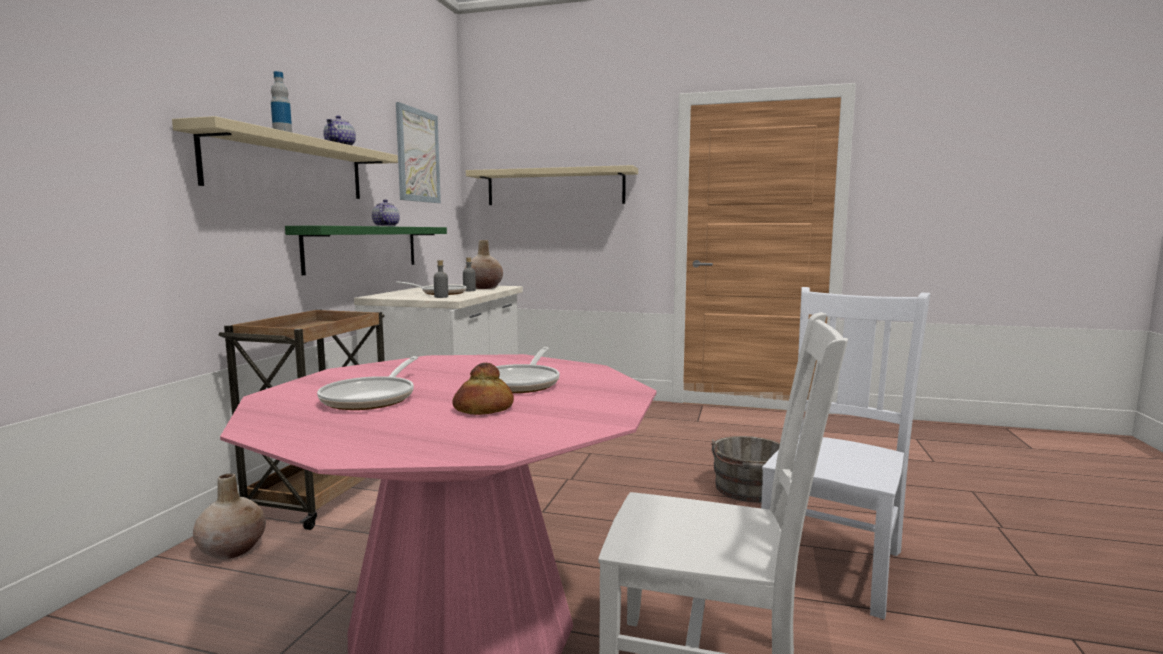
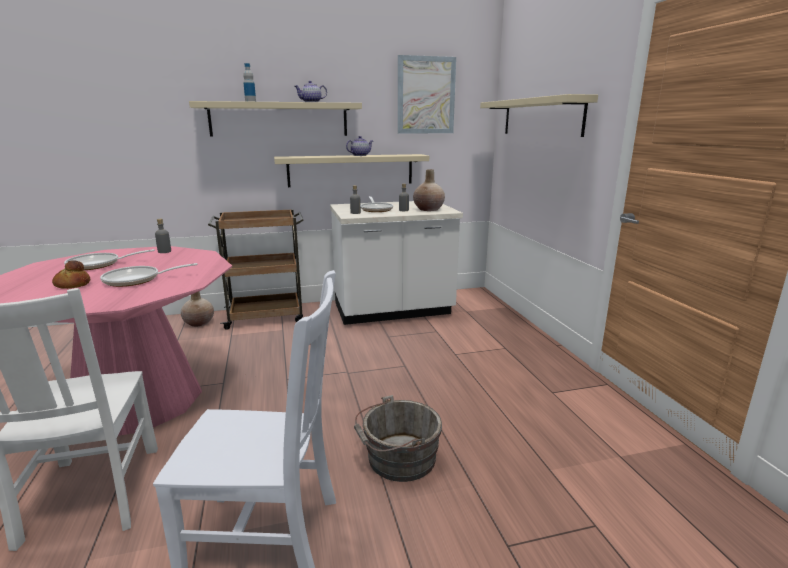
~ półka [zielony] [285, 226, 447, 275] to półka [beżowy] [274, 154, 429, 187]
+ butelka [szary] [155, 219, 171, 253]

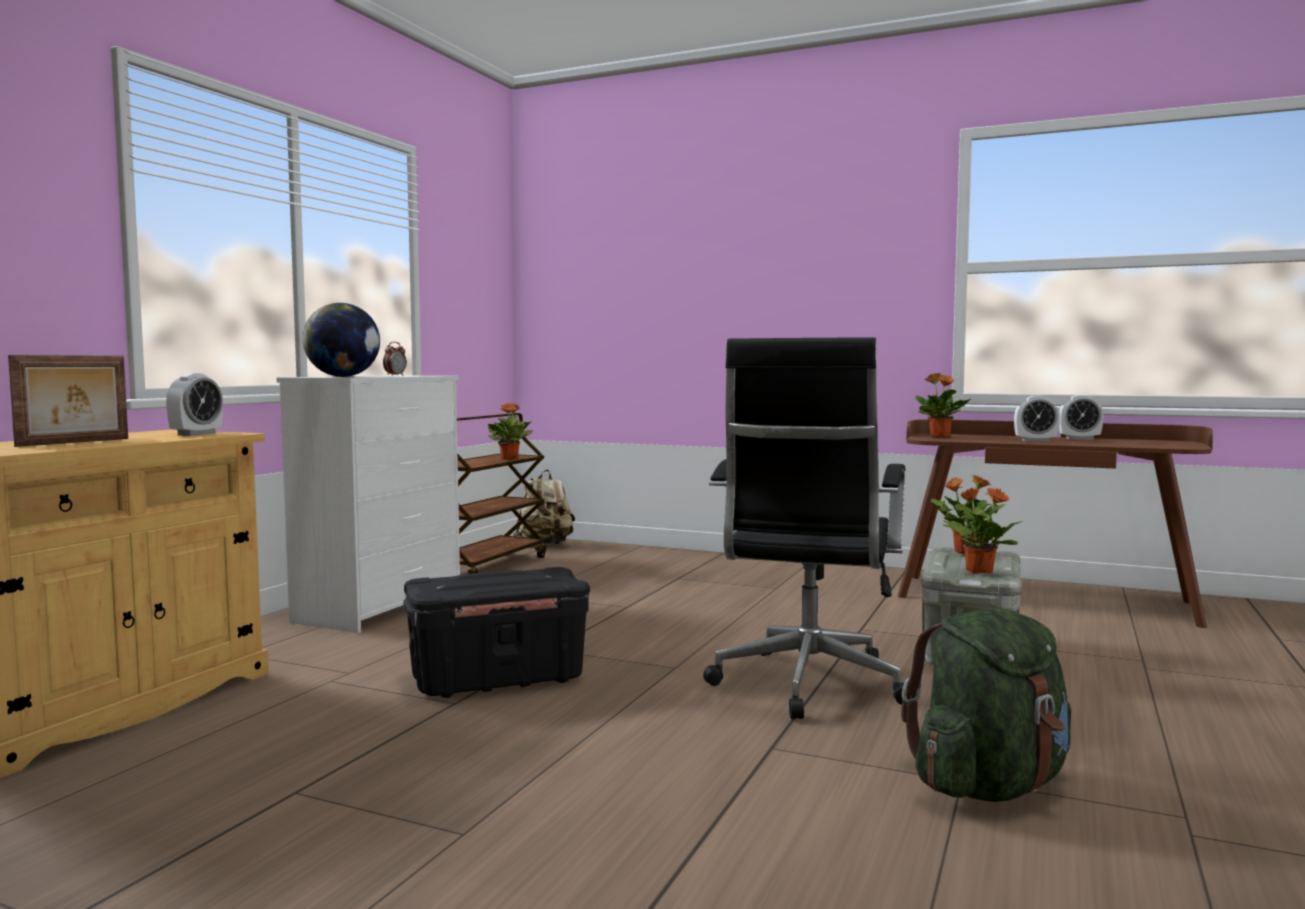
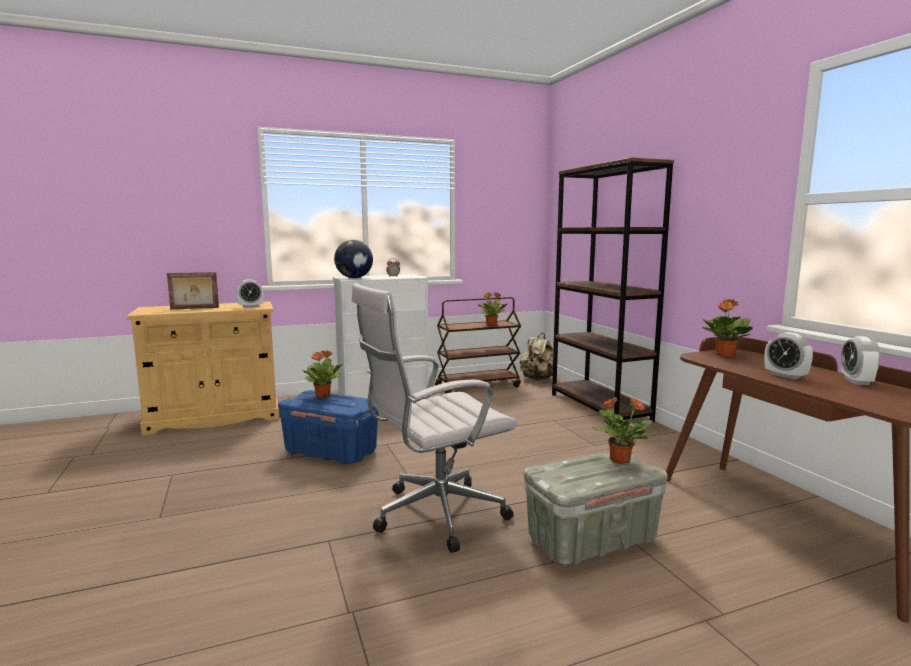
~ krzesło biurowe [czarny] [703, 337, 906, 719] to krzesło biurowe [biały] [351, 283, 517, 553]
~ budzik [1059, 395, 1104, 440] = [841, 336, 881, 385] 45 degrees clockwise
~ roślina doniczkowa [943, 487, 1022, 573] to [302, 350, 344, 398]
~ pojemnik do przechowywania [czarny] [403, 567, 590, 698] to pojemnik do przechowywania [niebieski] [278, 390, 379, 464]
- plecak [zielony] [901, 608, 1071, 802]
+ regał [brązowy] [552, 157, 674, 426]

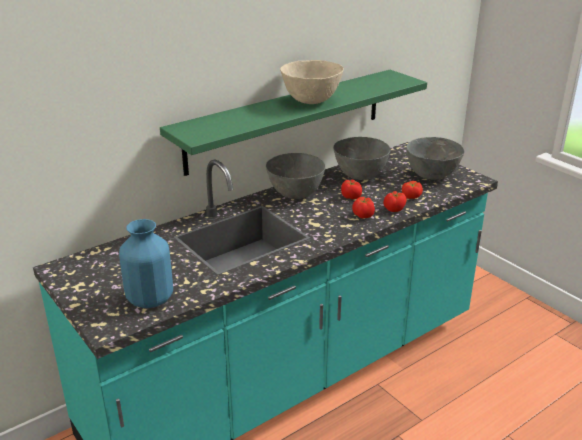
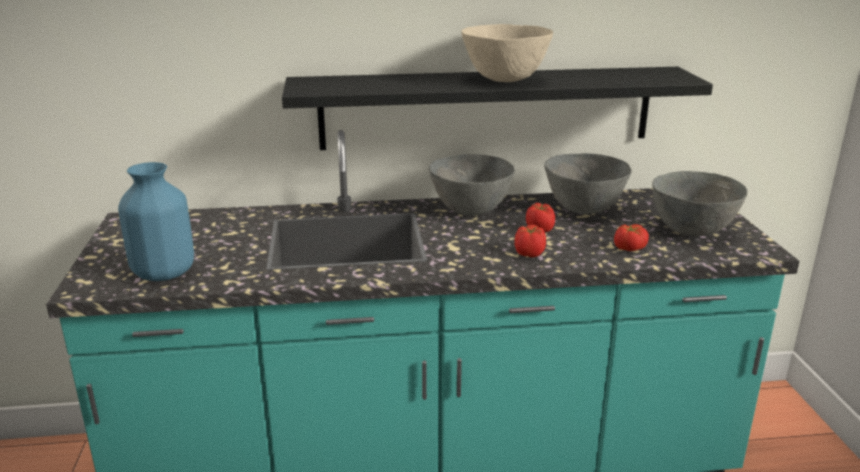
~ półka [zielony] [160, 70, 427, 176] to półka [czarny] [282, 67, 713, 150]
- pomidor [384, 191, 407, 212]

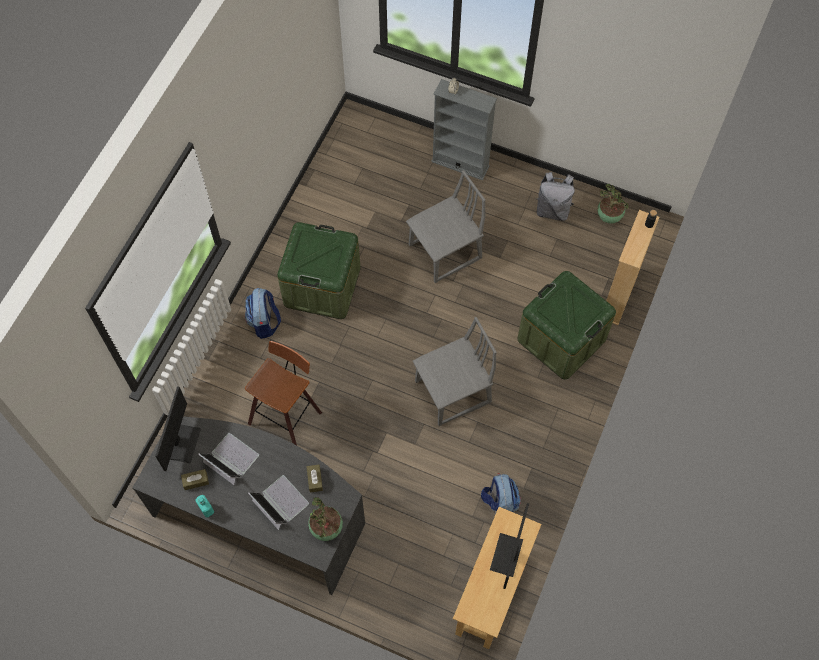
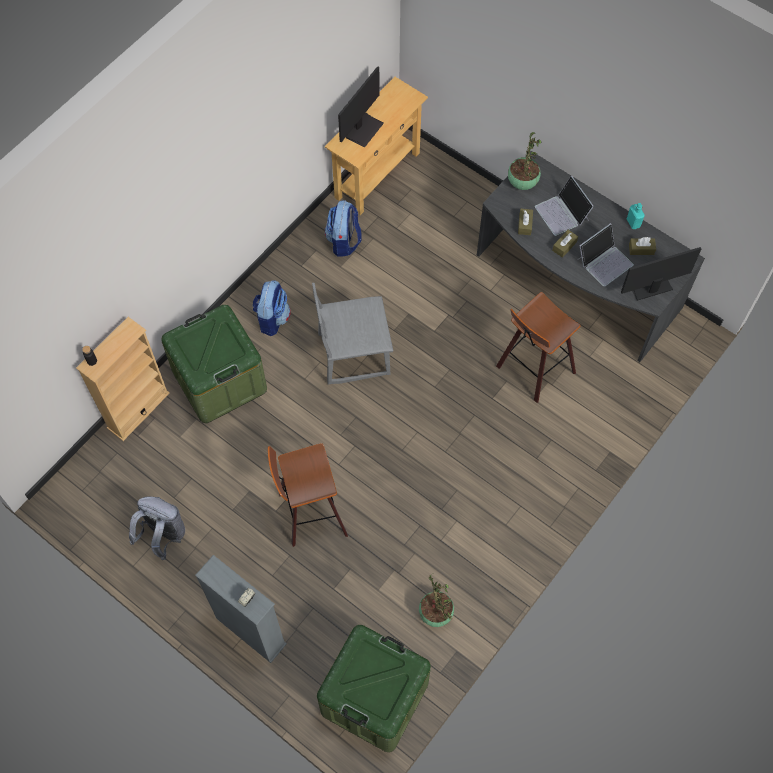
~ krzesło [szary] [406, 170, 485, 283] to stołek [268, 443, 348, 547]
~ roślina doniczkowa [597, 184, 629, 224] to [419, 573, 454, 627]
~ pojemnik do przechowywania [zielony] [277, 222, 361, 319] to [317, 625, 431, 752]
~ plecak [245, 288, 281, 339] to [253, 280, 291, 336]
~ monitor [155, 386, 201, 471] = [621, 247, 701, 301] 45 degrees clockwise
~ laptop [198, 433, 259, 485] = [577, 223, 634, 287] 90 degrees counterclockwise
+ pudełko chusteczek [brązowy] [552, 230, 578, 258]

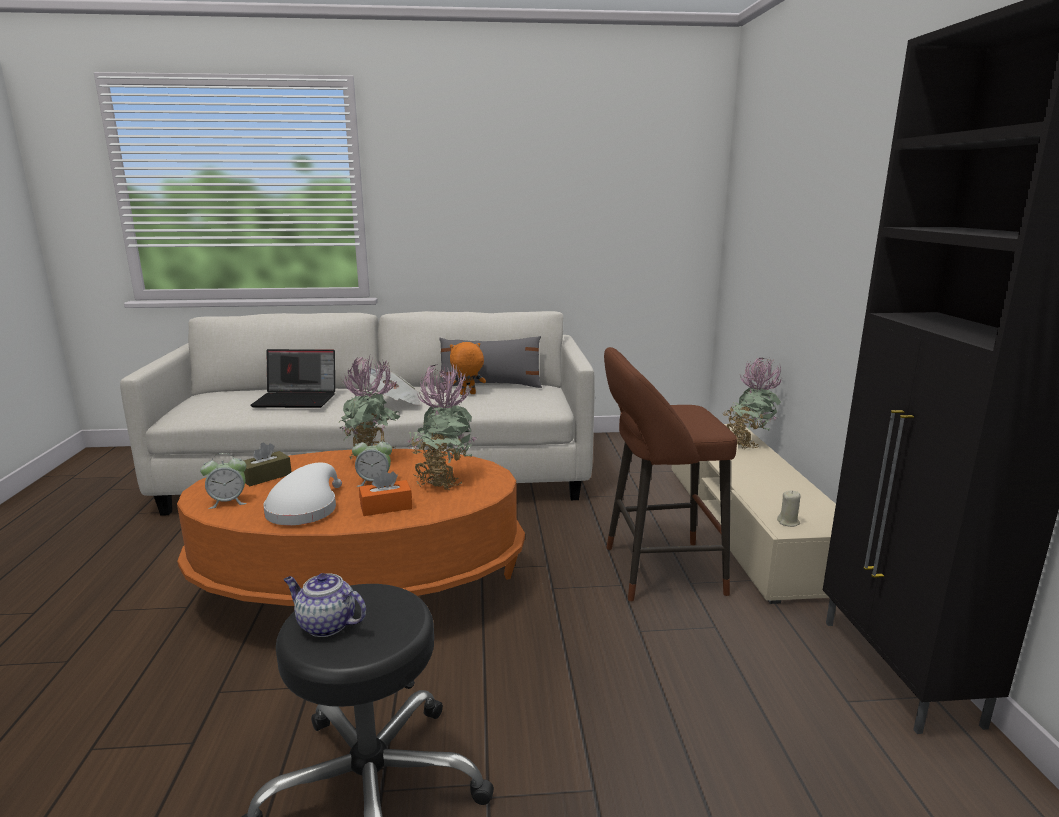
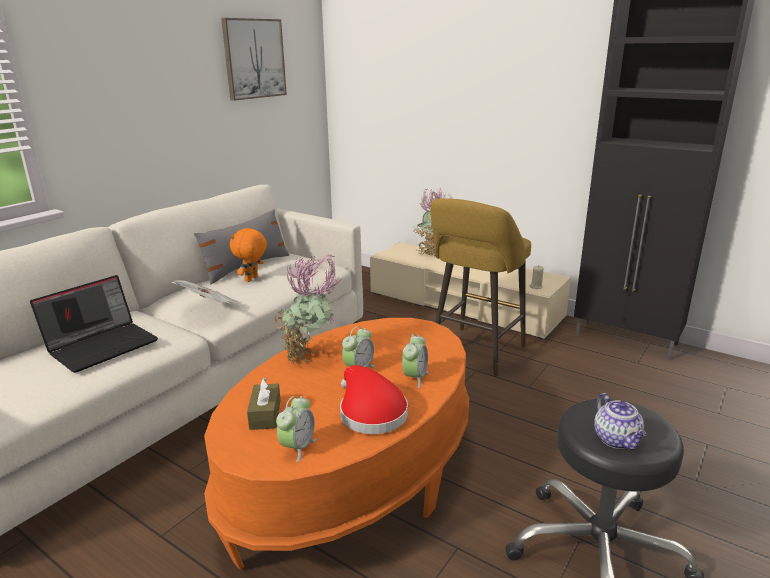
~ stołek [brązowy] [604, 347, 737, 601] to stołek [żółty] [430, 198, 531, 376]
- roślina doniczkowa [407, 363, 477, 490]
~ kapelusz [biały] [263, 463, 342, 525] to kapelusz [czerwony] [340, 365, 408, 434]
~ pudełko chusteczek [pomarańczowy] [359, 470, 412, 516] to budzik [402, 334, 428, 388]
~ imbryk [284, 573, 366, 637] = [594, 393, 647, 450] 75 degrees counterclockwise
+ obraz [221, 18, 287, 101]

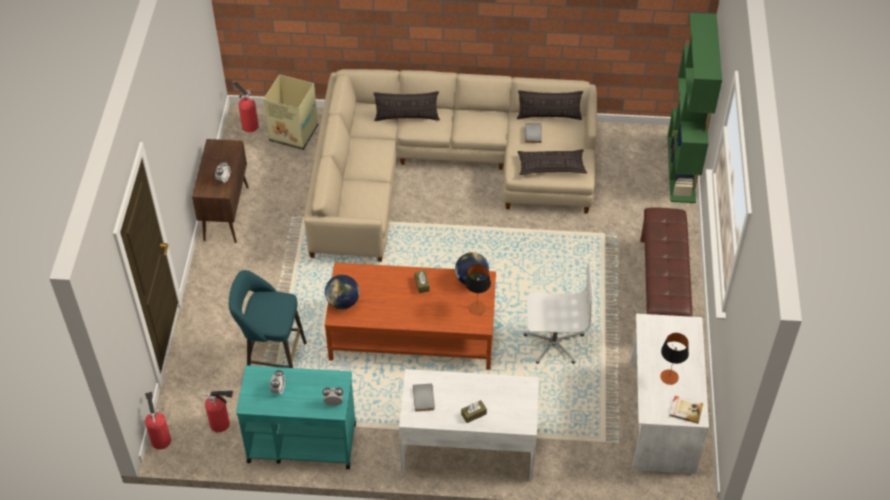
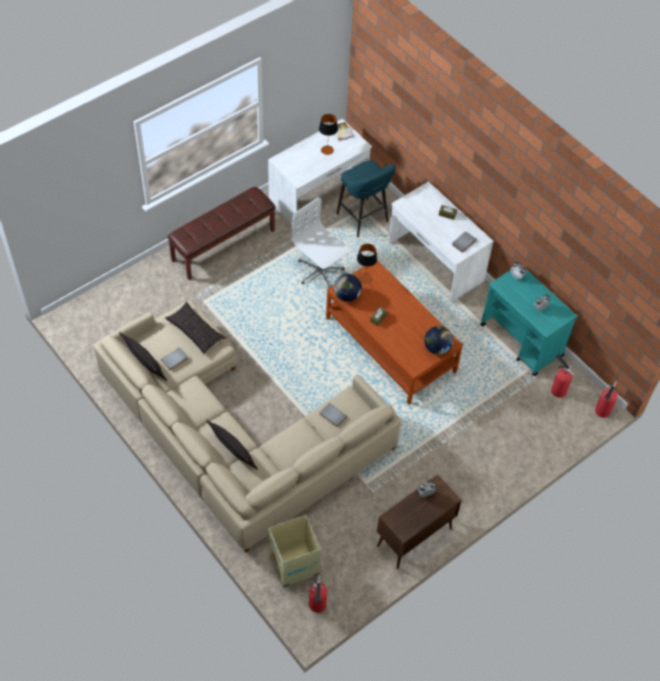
- regał [zielony] [667, 13, 722, 203]
~ stołek [turkusowy] [229, 270, 307, 368] to [337, 160, 396, 237]
+ książka [szary] [320, 403, 347, 427]

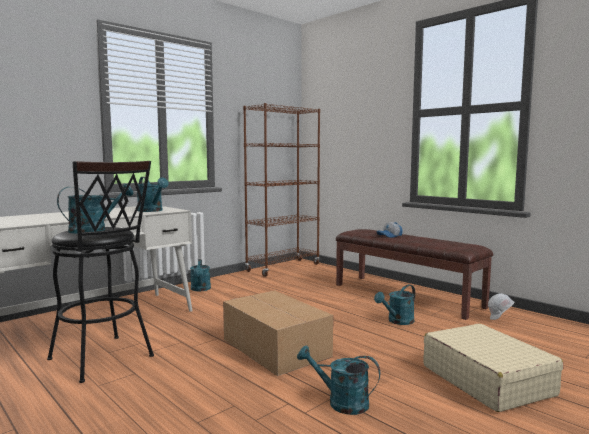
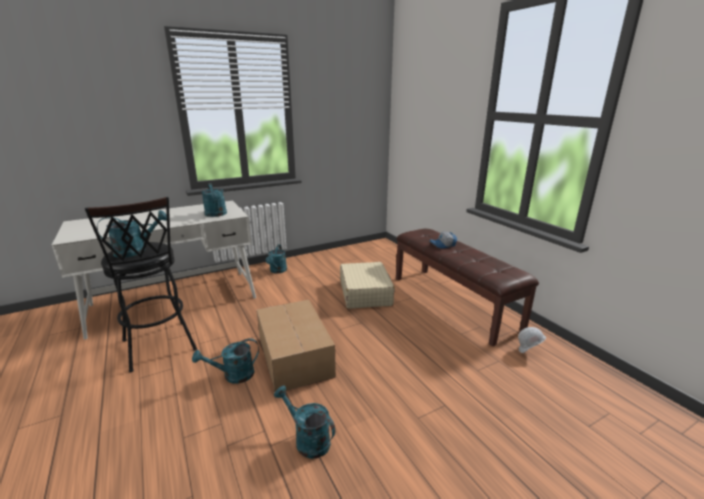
- regał [brązowy] [243, 103, 320, 277]
~ konewka [turkusowy] [374, 285, 415, 325] to [192, 338, 259, 384]
~ walizka [beżowy] [423, 324, 563, 412] to [340, 262, 395, 309]

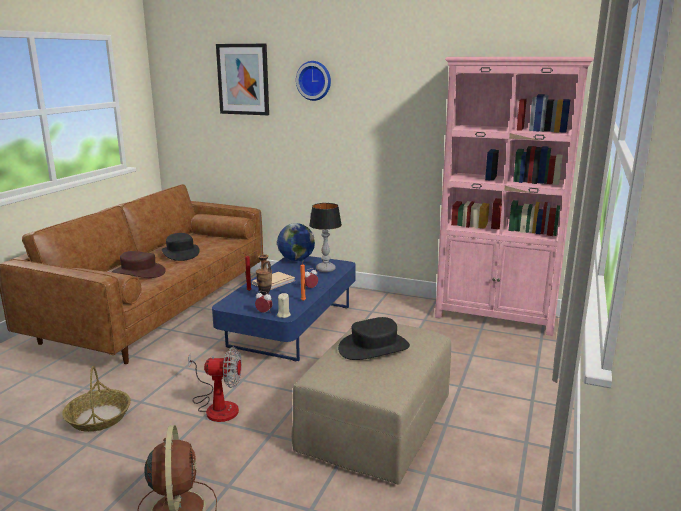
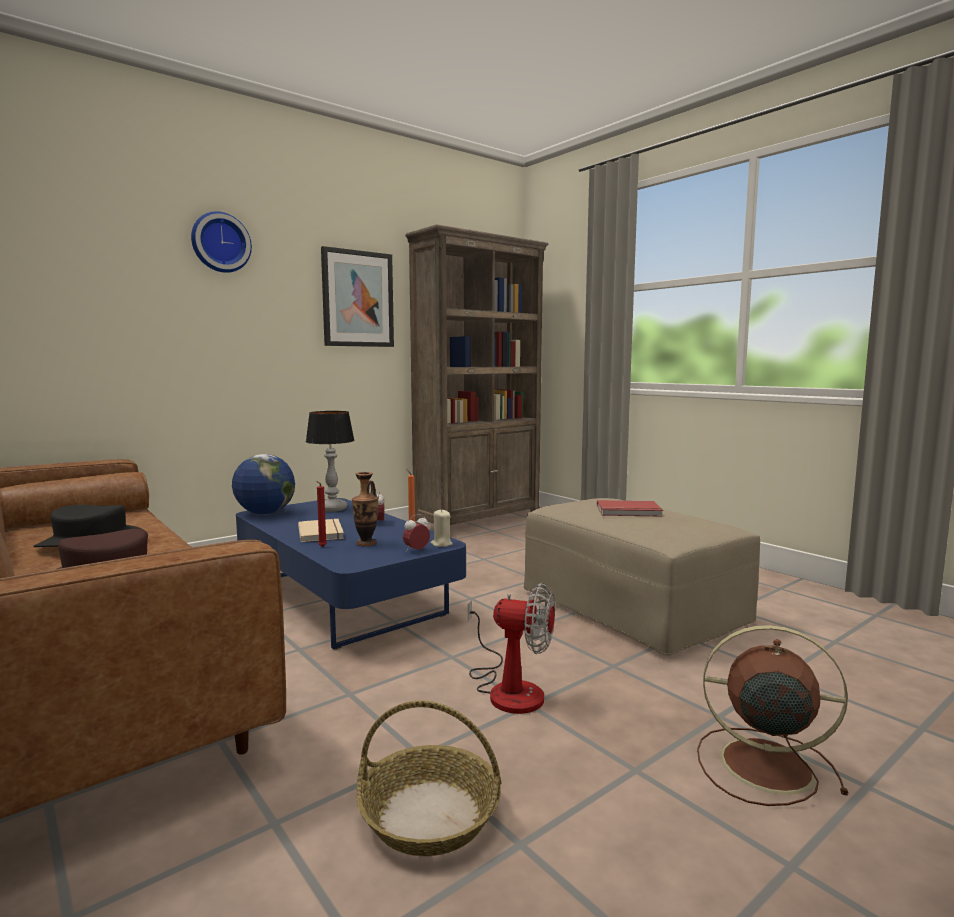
~ obraz [216, 44, 269, 115] to [321, 246, 394, 347]
~ regał [różowy] [435, 57, 594, 336] to regał [brązowy] [405, 224, 549, 525]
~ kapelusz [czarny] [338, 317, 410, 360] to książka [czerwony] [597, 500, 663, 517]
~ wentylator [188, 347, 242, 422] = [468, 583, 555, 714] 75 degrees clockwise

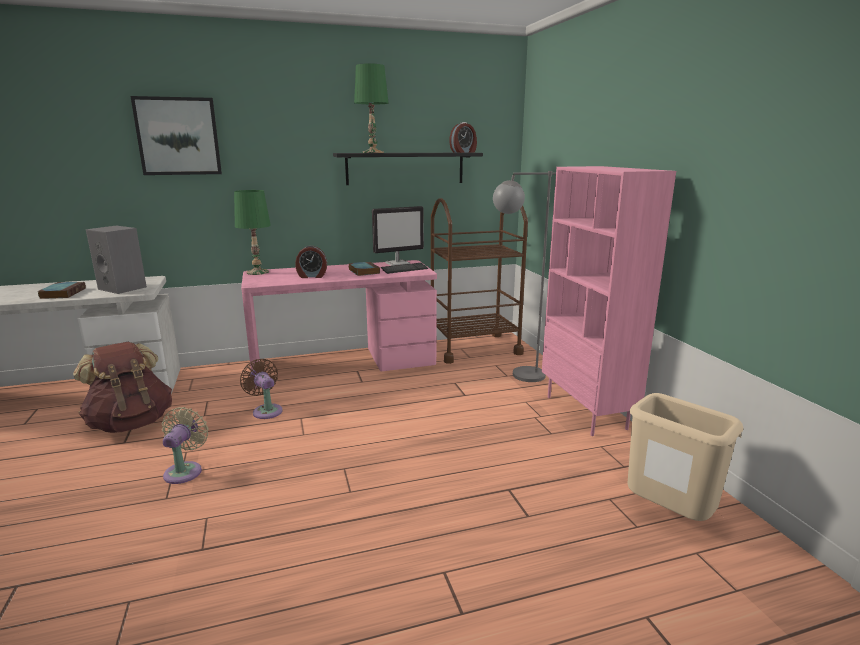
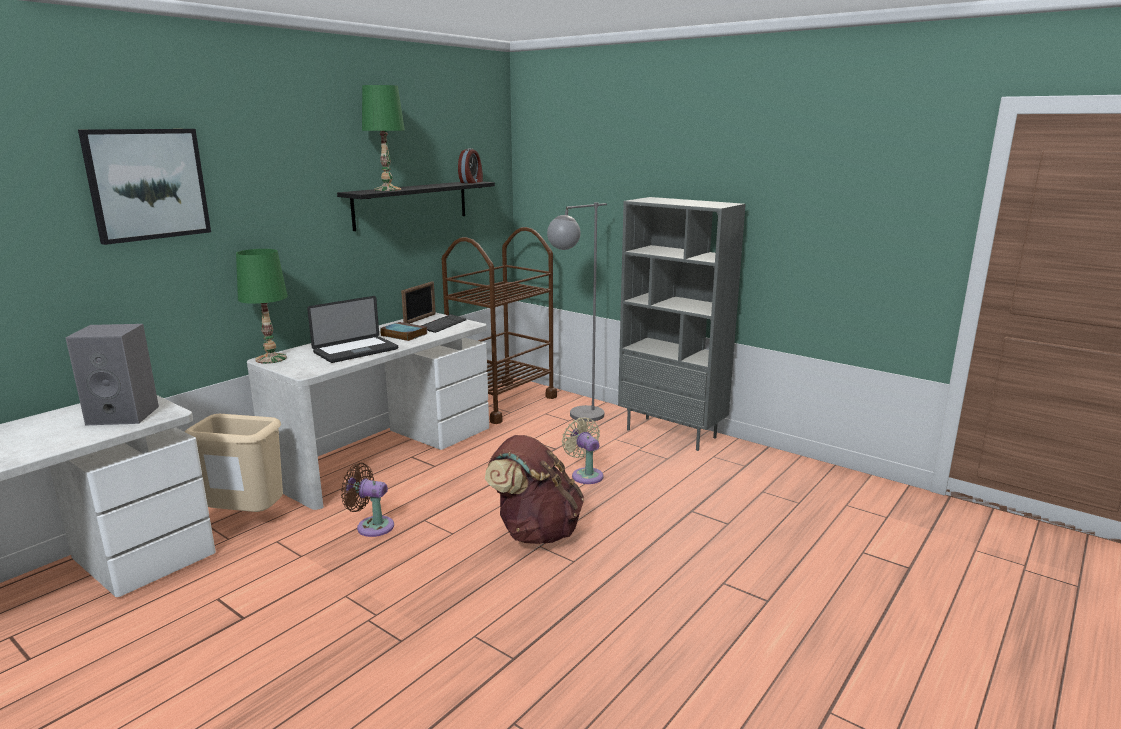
~ regał [różowy] [542, 166, 676, 436] to regał [szary] [618, 197, 746, 451]
~ monitor [372, 206, 424, 266] to ramka na zdjęcie [401, 281, 436, 324]
~ budzik [295, 245, 327, 278] to laptop [307, 296, 398, 363]
~ biurko [różowy] [241, 260, 437, 389] to biurko [biały] [247, 313, 489, 510]
- książka [38, 282, 86, 299]
~ plecak [brązowy] [73, 341, 172, 433] to [485, 435, 584, 544]
~ kosz na śmieci [beżowy] [627, 393, 743, 521] to [185, 414, 283, 512]
~ wentylator [beżowy] [162, 407, 208, 484] to [562, 418, 604, 484]

